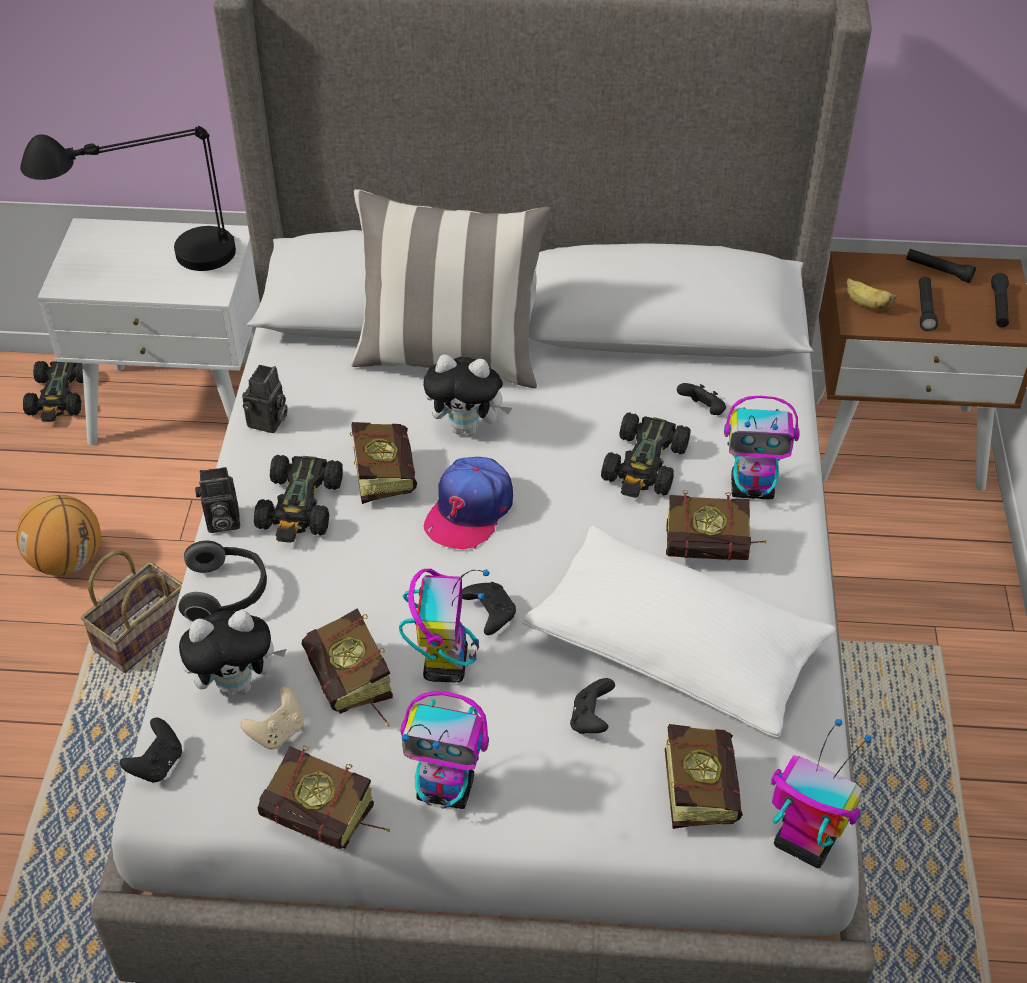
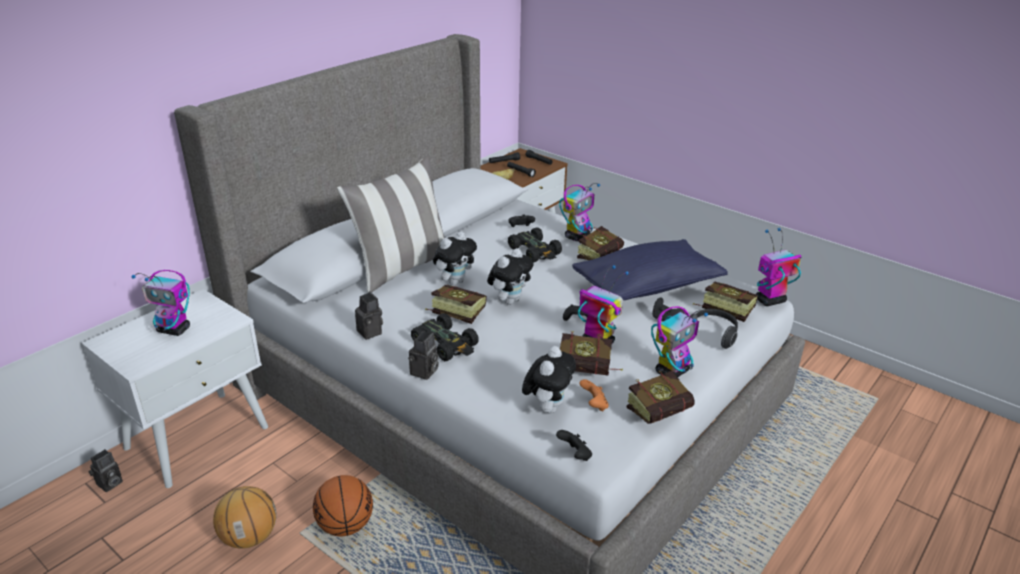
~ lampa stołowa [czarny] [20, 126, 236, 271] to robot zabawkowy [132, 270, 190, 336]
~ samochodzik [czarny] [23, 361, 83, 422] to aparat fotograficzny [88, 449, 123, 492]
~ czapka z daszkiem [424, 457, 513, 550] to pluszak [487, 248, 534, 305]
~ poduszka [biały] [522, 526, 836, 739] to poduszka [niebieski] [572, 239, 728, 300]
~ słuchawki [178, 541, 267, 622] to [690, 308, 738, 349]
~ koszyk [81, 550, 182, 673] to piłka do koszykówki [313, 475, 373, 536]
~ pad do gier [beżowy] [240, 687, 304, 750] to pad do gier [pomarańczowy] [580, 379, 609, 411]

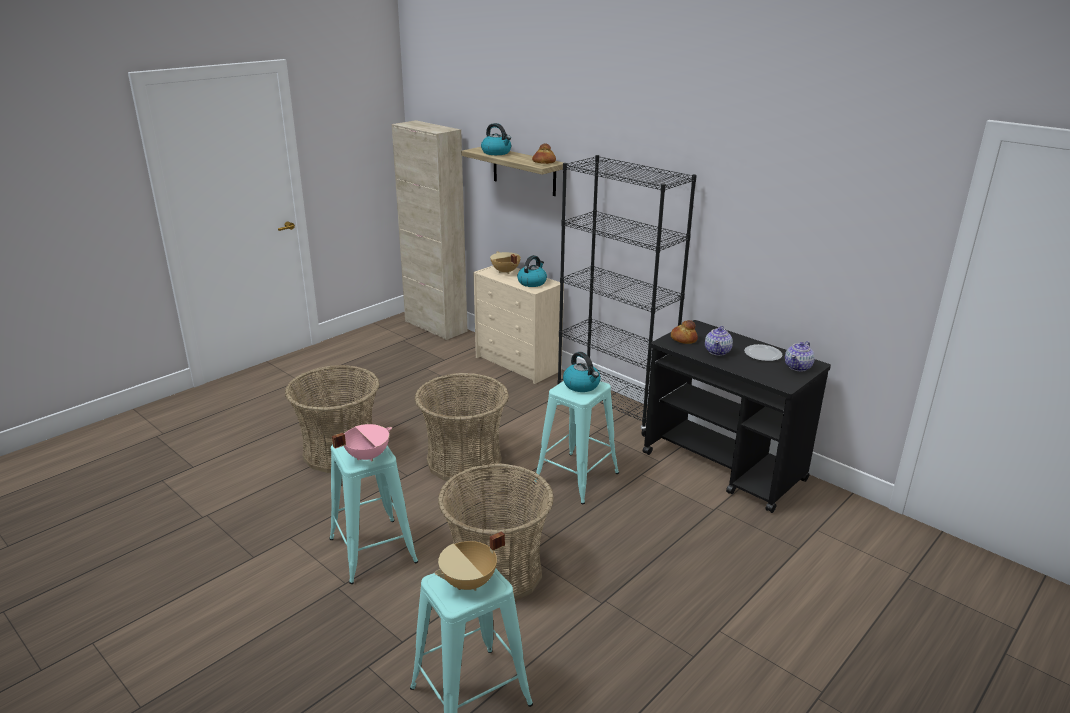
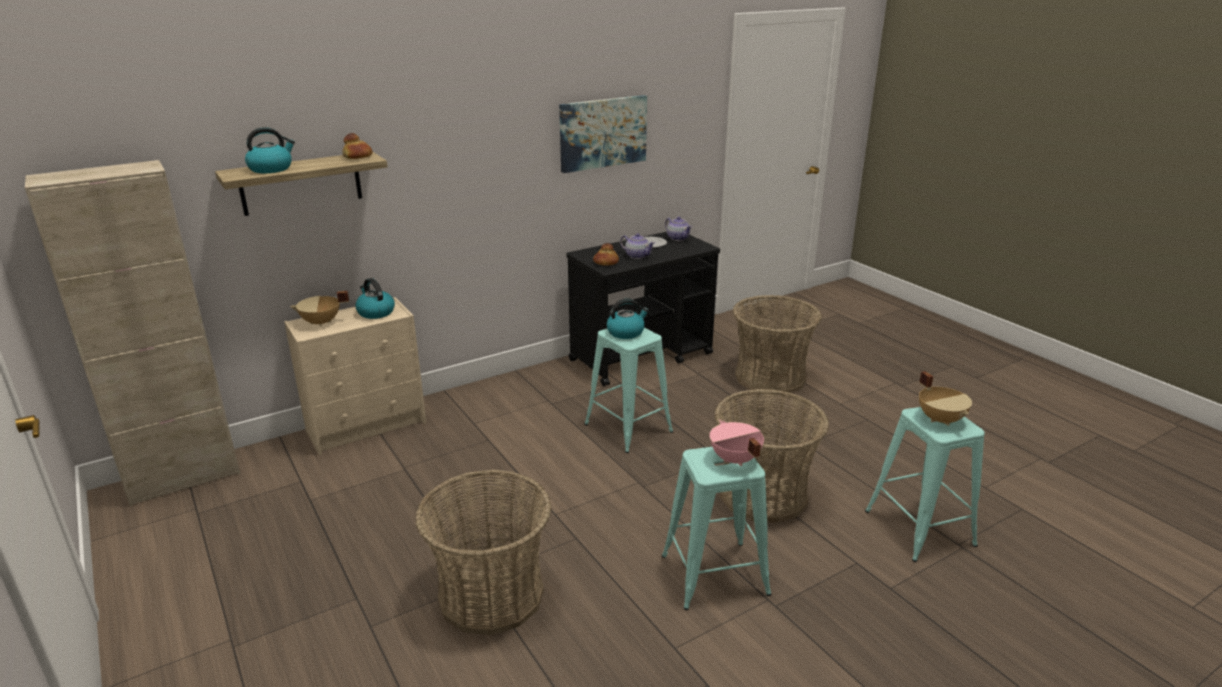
- regał [czarny] [558, 155, 697, 437]
~ koszyk [415, 373, 509, 483] to [732, 295, 822, 395]
+ obraz [559, 95, 647, 173]

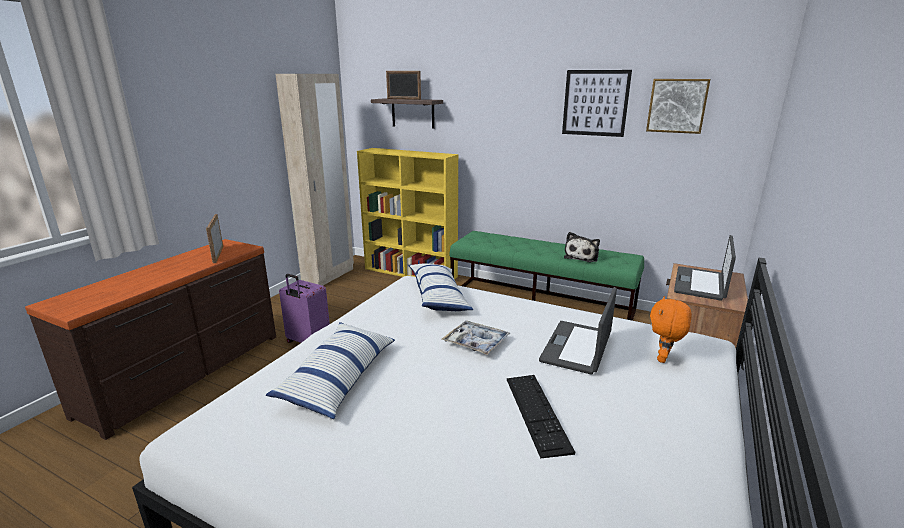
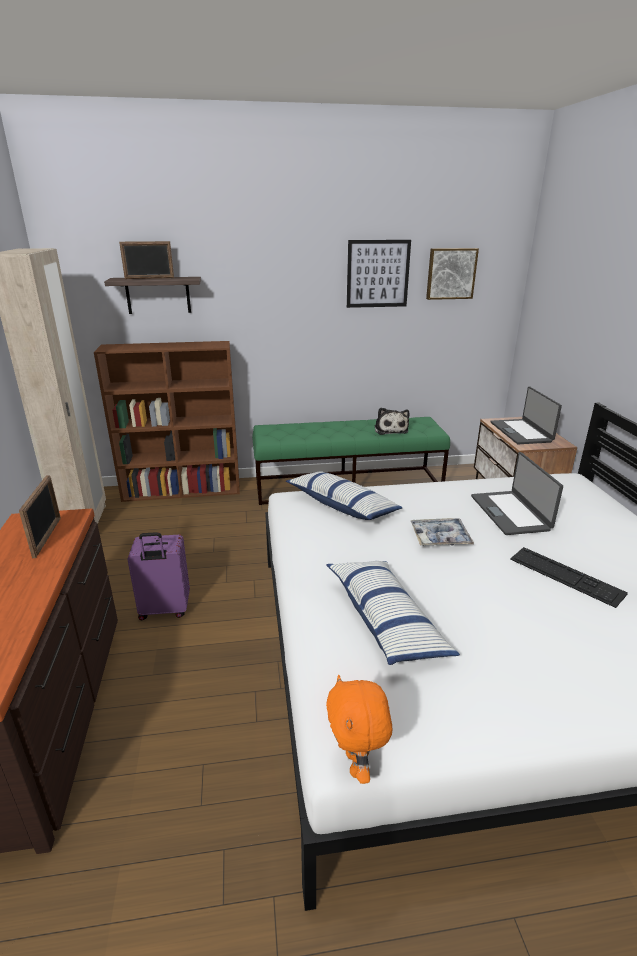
~ regał [żółty] [357, 148, 458, 279] to regał [brązowy] [94, 341, 240, 502]
~ ramka na zdjęcie [206, 214, 223, 263] = [19, 475, 61, 558] 135 degrees counterclockwise
~ pluszak [pomarańczowy] [650, 296, 692, 363] to [326, 675, 392, 784]

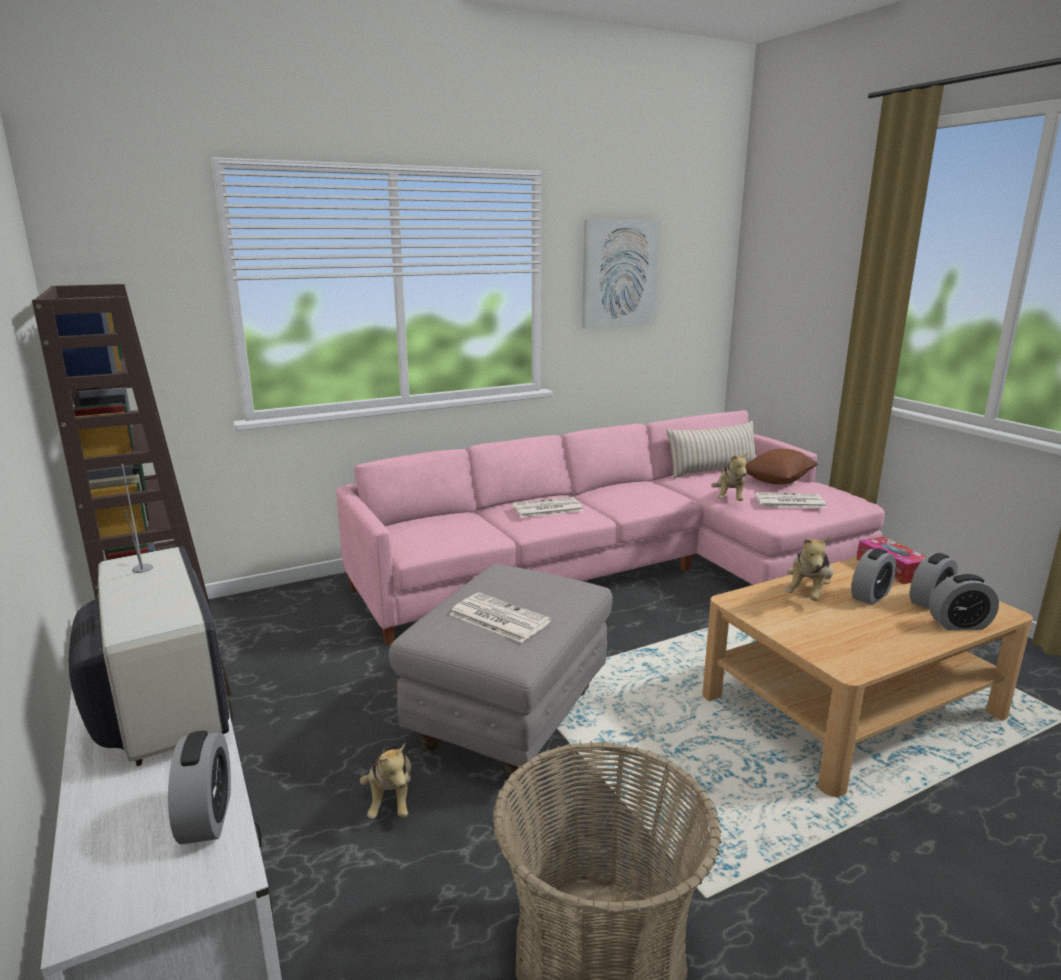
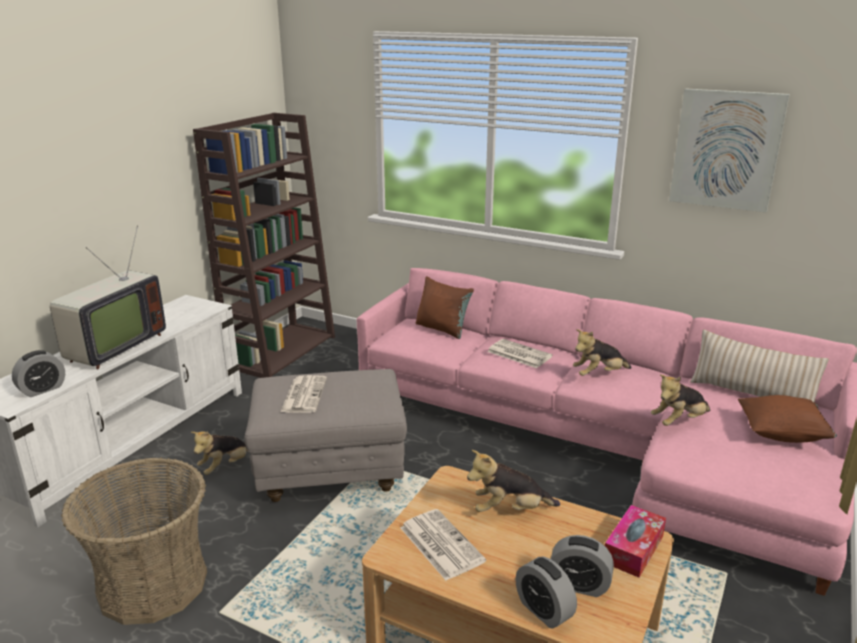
~ gazeta [755, 492, 826, 508] to [400, 509, 486, 581]
- budzik [851, 548, 896, 605]
+ poduszka [brązowy] [416, 276, 474, 339]
+ pluszak [573, 329, 632, 376]

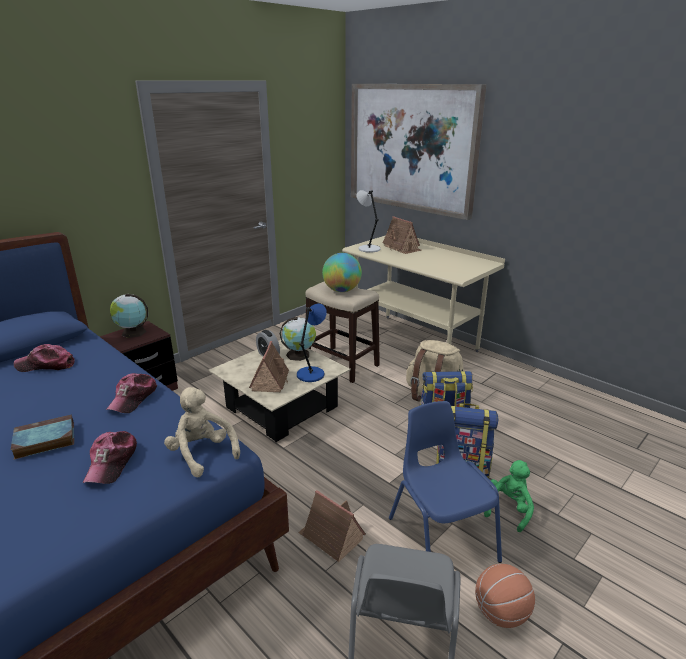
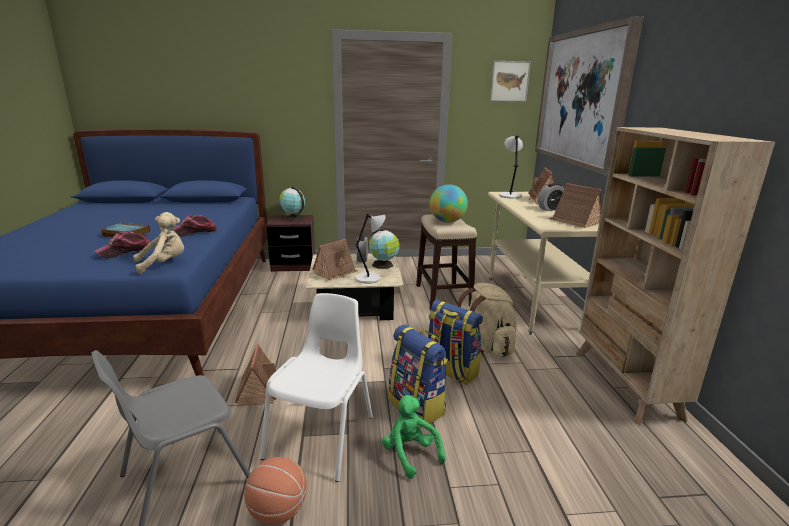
~ lampa stołowa [niebieski] [297, 303, 327, 382] to lampa stołowa [szary] [355, 213, 386, 284]
- czapka z daszkiem [14, 344, 75, 372]
~ pluszak [beżowy] [164, 387, 240, 478] = [133, 212, 184, 274] 60 degrees clockwise
~ krzesło [niebieski] [389, 401, 502, 563] to krzesło [biały] [261, 293, 373, 482]
~ pluszak [zielony] [484, 460, 534, 532] = [382, 395, 445, 479] 105 degrees counterclockwise
+ obraz [490, 61, 531, 102]
+ regał [beżowy] [576, 127, 775, 425]
+ budzik [538, 183, 565, 211]
+ domek [548, 183, 602, 228]

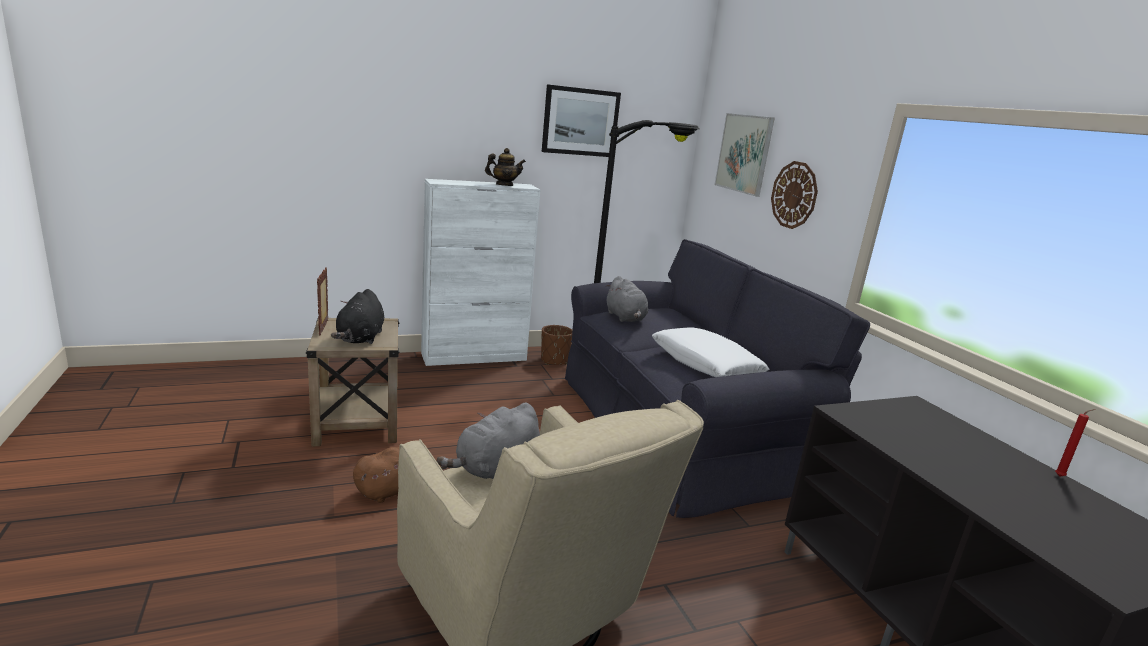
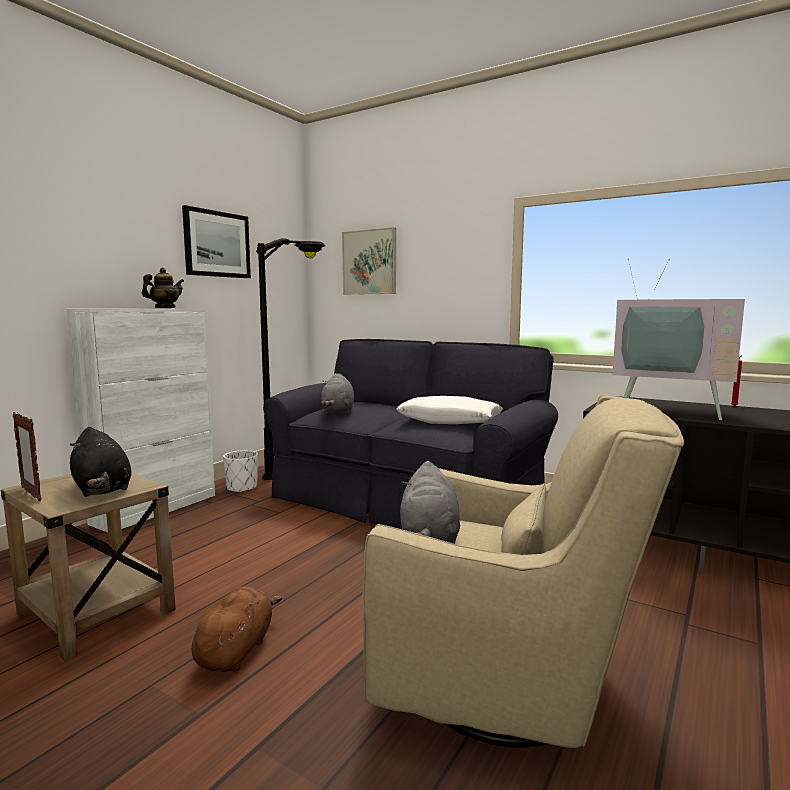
- zegar ścienny [771, 161, 818, 229]
~ pluszak [szary] [606, 276, 648, 322] = [321, 373, 354, 414] 60 degrees clockwise
~ donica [brązowy] [541, 325, 572, 365] to donica [biały] [223, 450, 258, 493]
+ telewizor [613, 258, 745, 420]

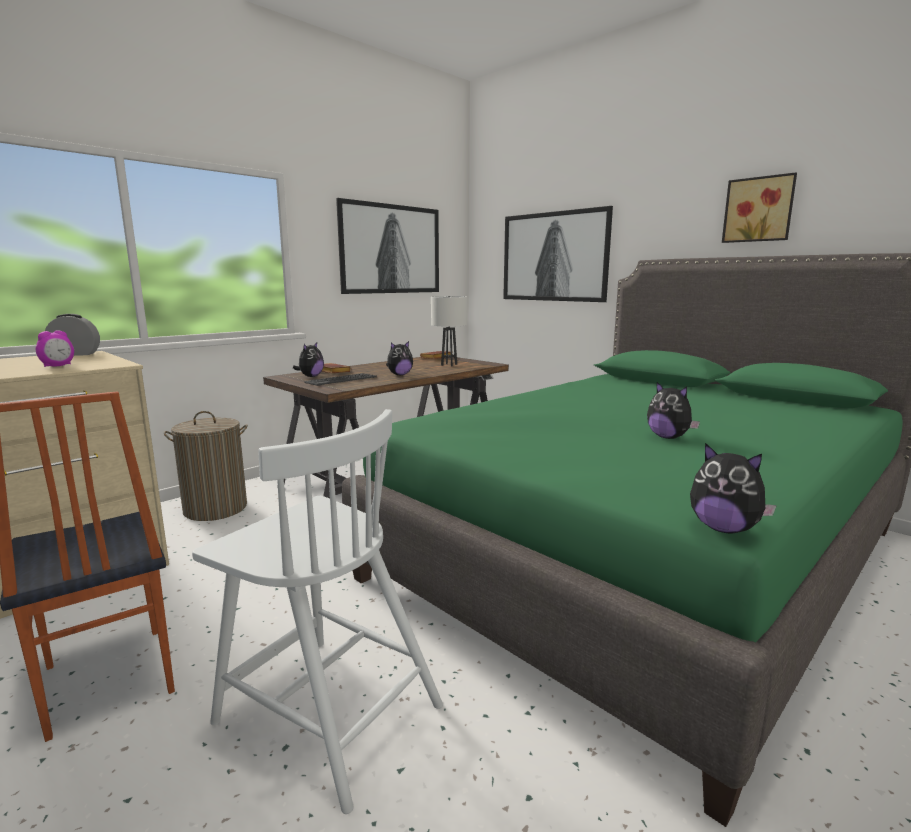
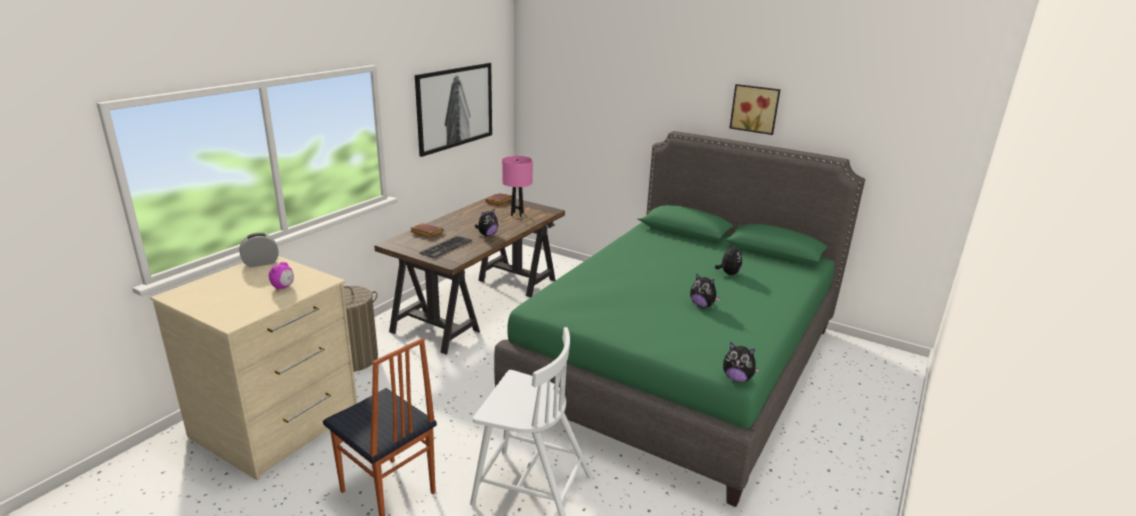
- obraz [503, 206, 613, 302]
~ lampa stołowa [biały] [431, 296, 467, 366] to lampa stołowa [różowy] [502, 156, 533, 217]
~ pluszak [293, 342, 324, 377] to [715, 243, 742, 275]

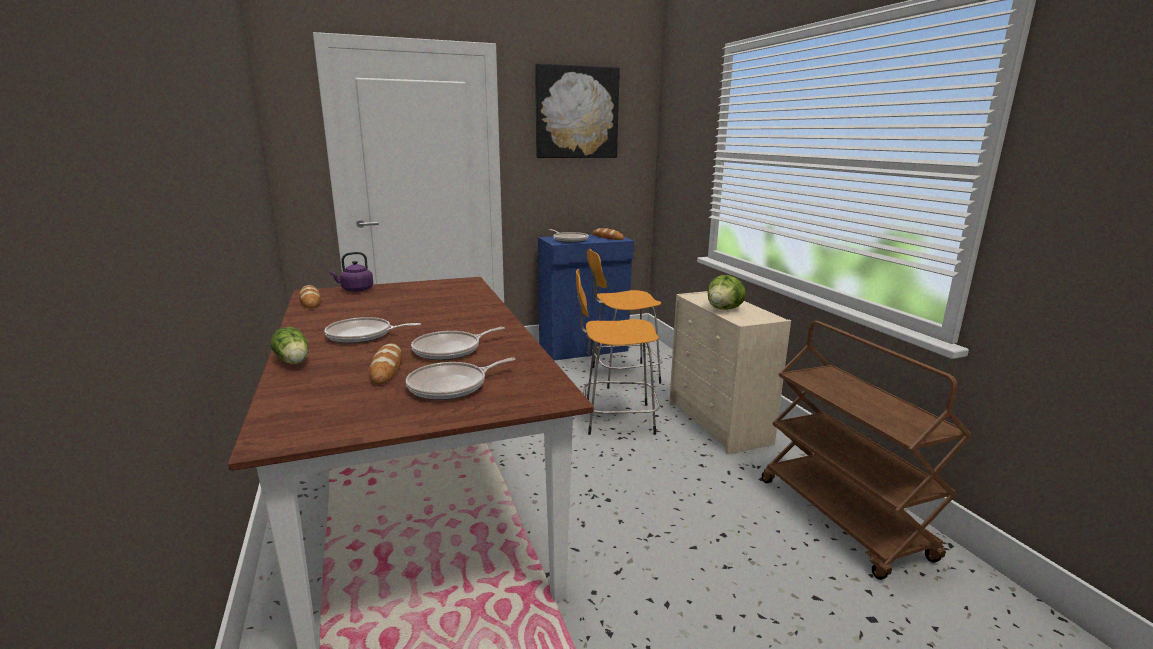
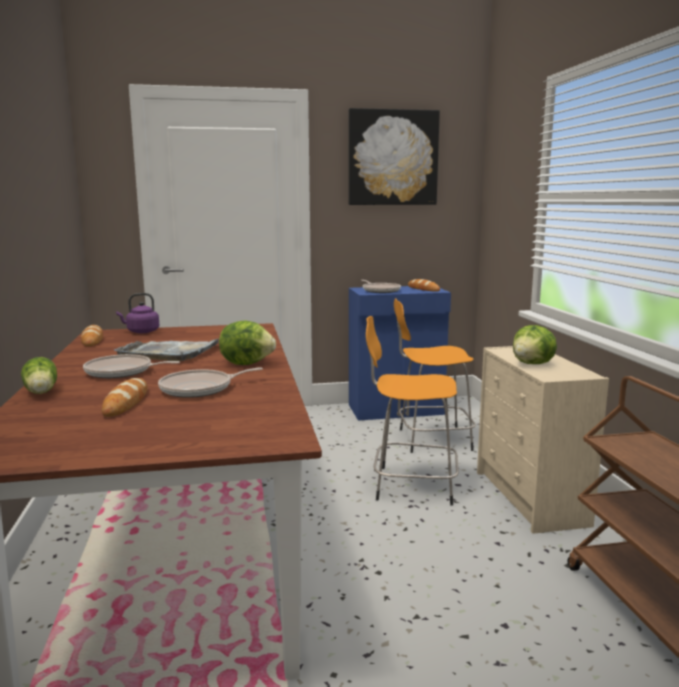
- patelnia [406, 357, 516, 400]
+ sałata [219, 320, 276, 365]
+ taca [szary] [114, 338, 219, 361]

